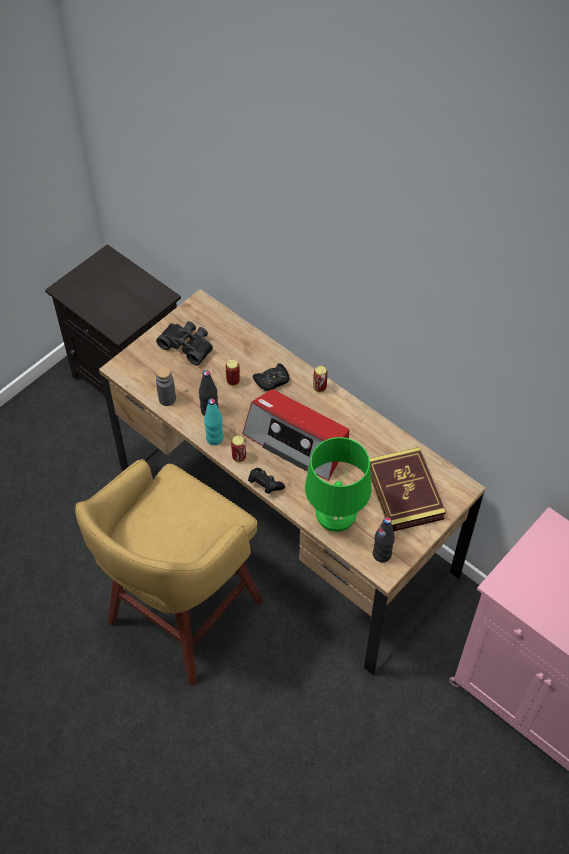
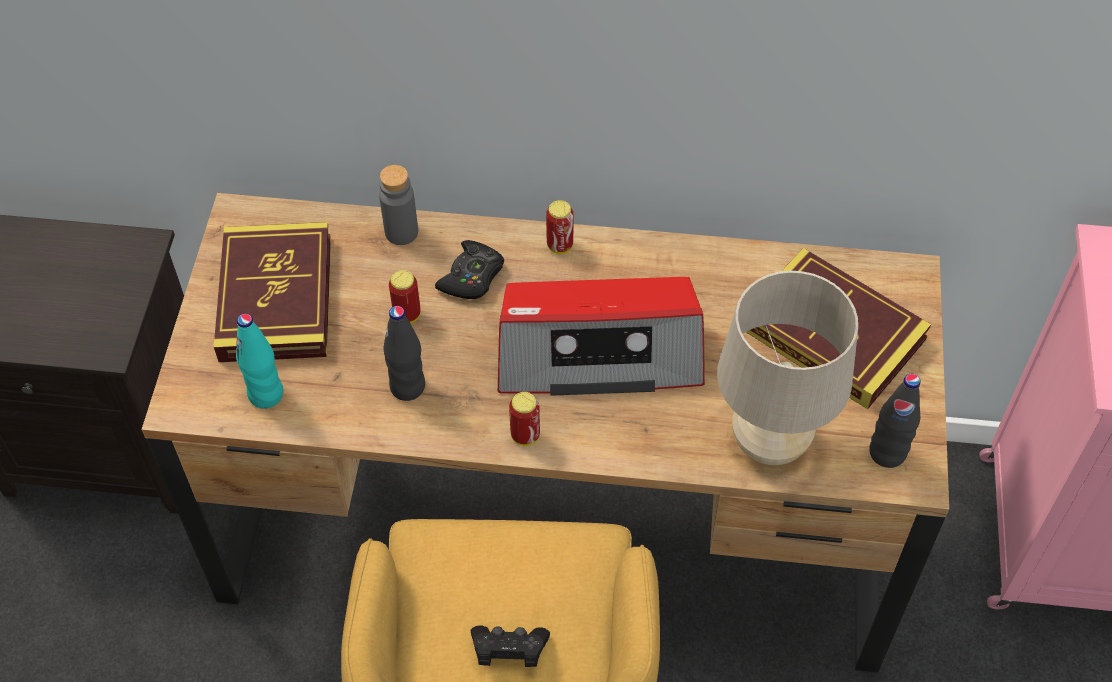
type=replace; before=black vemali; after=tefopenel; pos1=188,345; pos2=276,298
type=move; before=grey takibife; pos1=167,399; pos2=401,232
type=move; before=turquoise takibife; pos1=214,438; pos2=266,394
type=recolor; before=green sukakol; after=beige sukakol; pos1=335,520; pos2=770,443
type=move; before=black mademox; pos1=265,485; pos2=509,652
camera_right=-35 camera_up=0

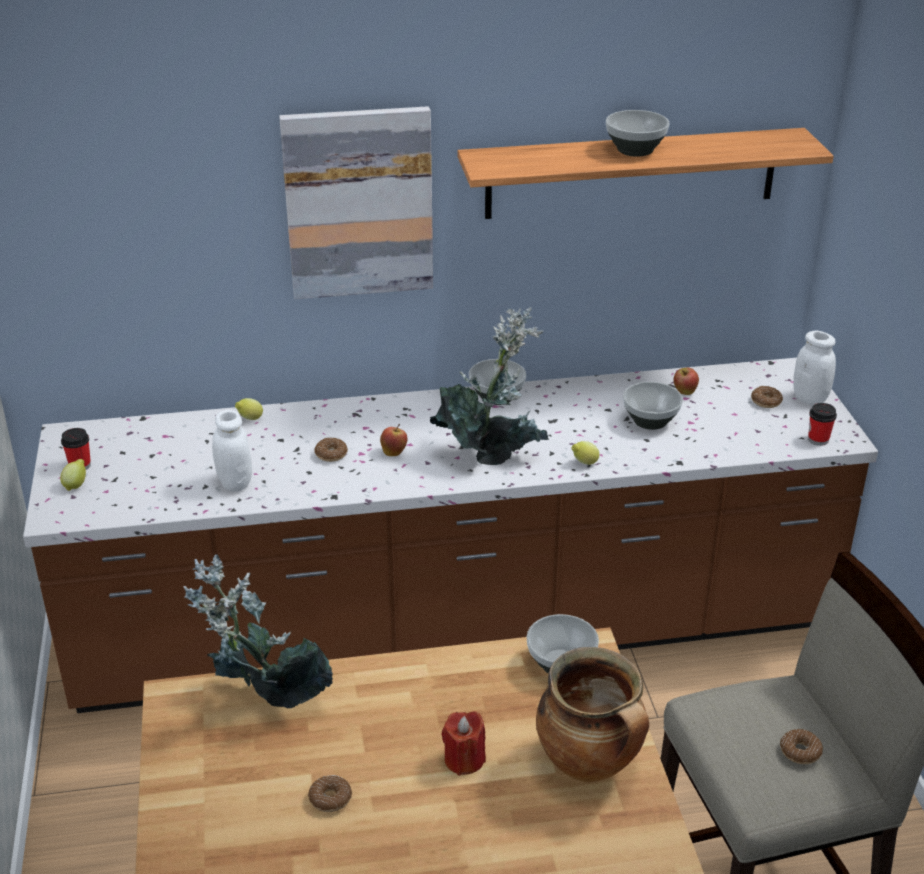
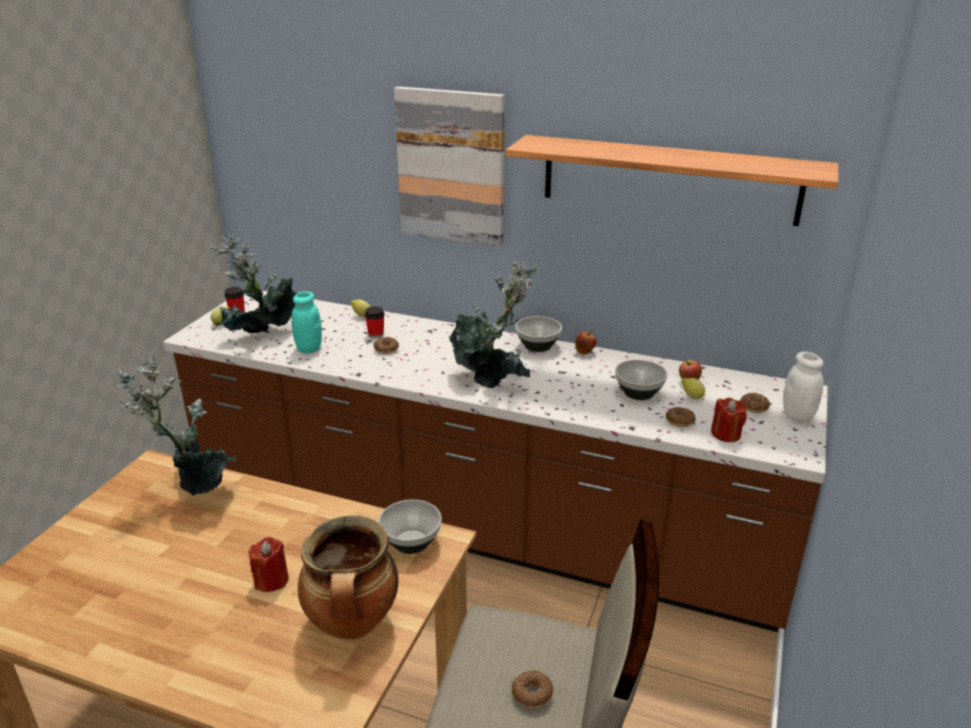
type=delete; before=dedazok; pos1=634,150
type=move; before=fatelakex; pos1=818,440; pos2=376,335
type=recolor; before=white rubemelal; after=turquoise rubemelal; pos1=235,483; pos2=309,348
type=move; before=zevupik; pos1=394,452; pos2=585,352
type=move; before=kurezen; pos1=584,463; pos2=691,397
type=move; before=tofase; pos1=330,798; pos2=680,421
type=insert; after=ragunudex; pos2=261,337
type=insert; after=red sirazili; pos2=726,434
camera_right=30 camera_up=-5

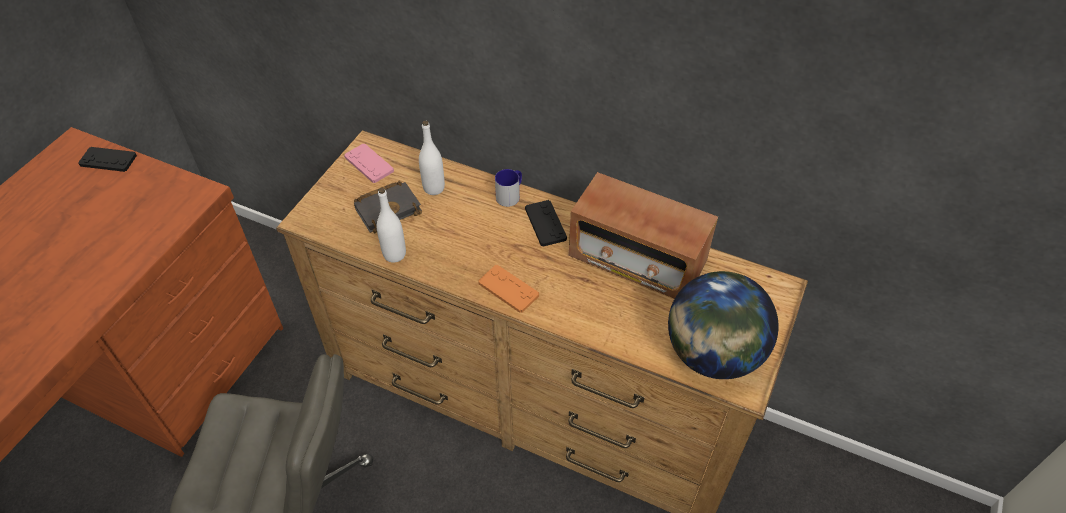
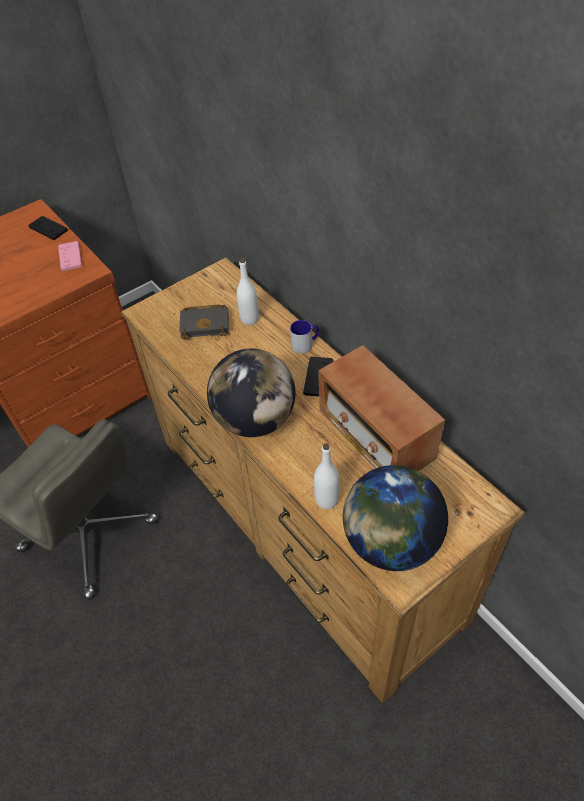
type=move; before=pink mademox; pos1=369,164; pos2=70,257
type=move; before=white takibife; pos1=394,254; pos2=326,500
type=replace; before=orange mademox; after=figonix; pos1=508,289; pos2=255,420
camera_right=30 camera_up=0

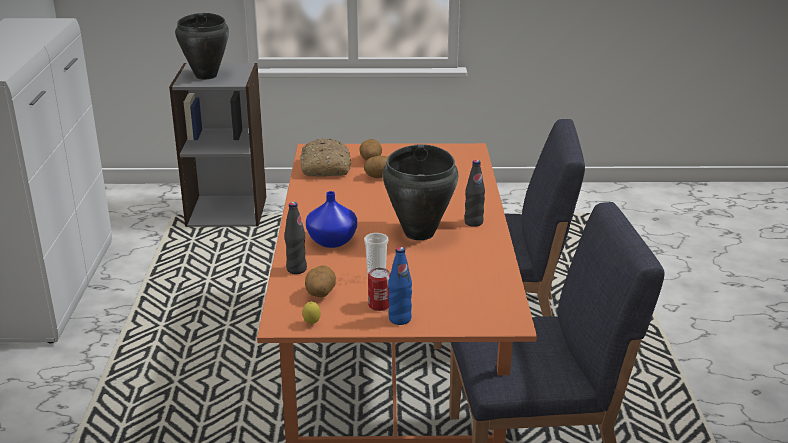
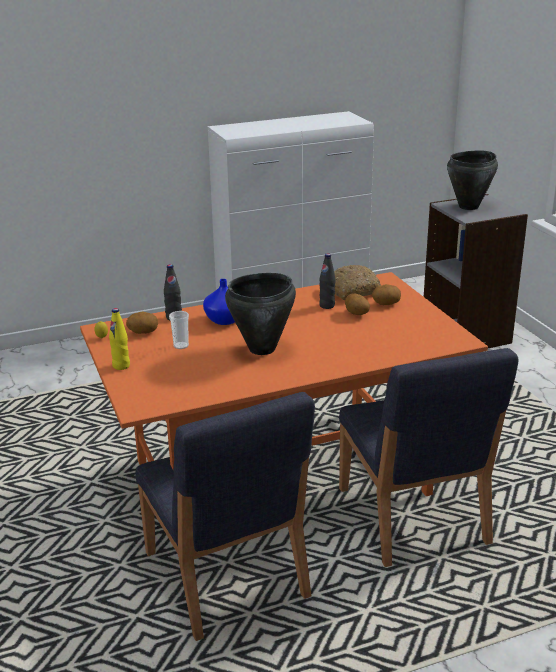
type=move; before=black takibife; pos1=473,222; pos2=327,306
type=recolor; before=blue takibife; after=yellow takibife; pos1=400,319; pos2=121,366
type=delete; before=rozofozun; pos1=379,305
camera_right=70 camera_up=0

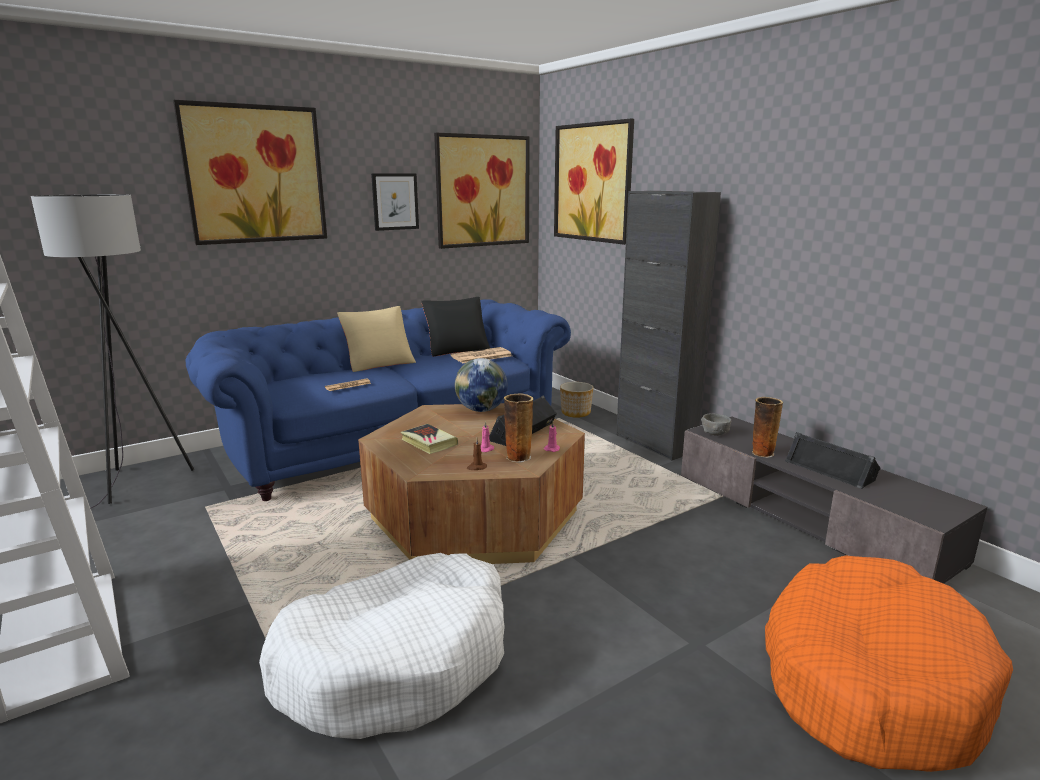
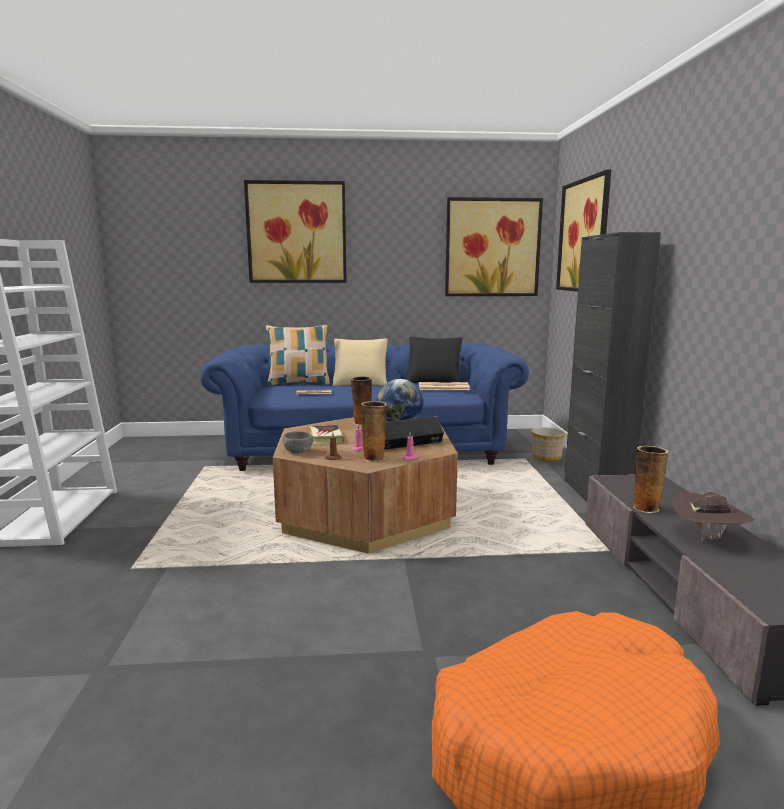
type=delete; before=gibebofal; pos1=395,201
type=delete; before=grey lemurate; pos1=137,484
type=move; before=grey dedazok; pos1=715,433; pos2=298,452
type=replace; before=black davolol; after=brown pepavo; pos1=830,469; pos2=707,537
type=delete; before=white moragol; pos1=397,661
type=insert; after=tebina; pos2=298,383
type=insert; after=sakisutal; pos2=361,423
camera_right=30 camera_up=-5

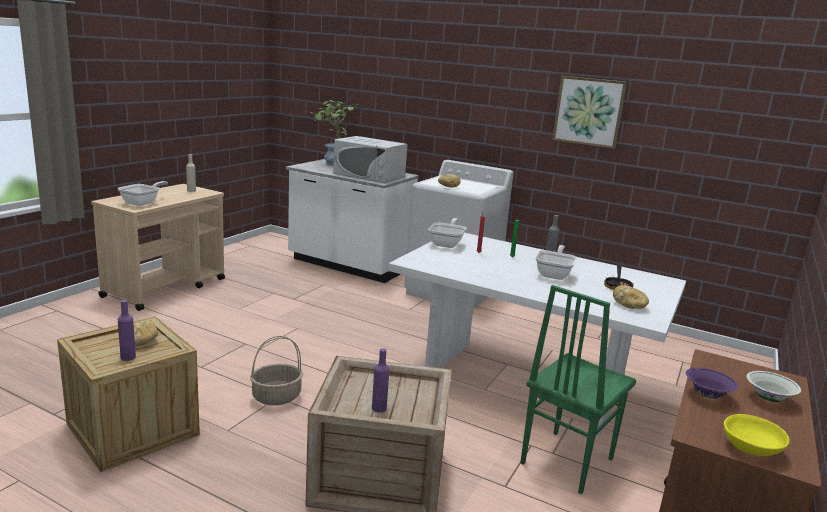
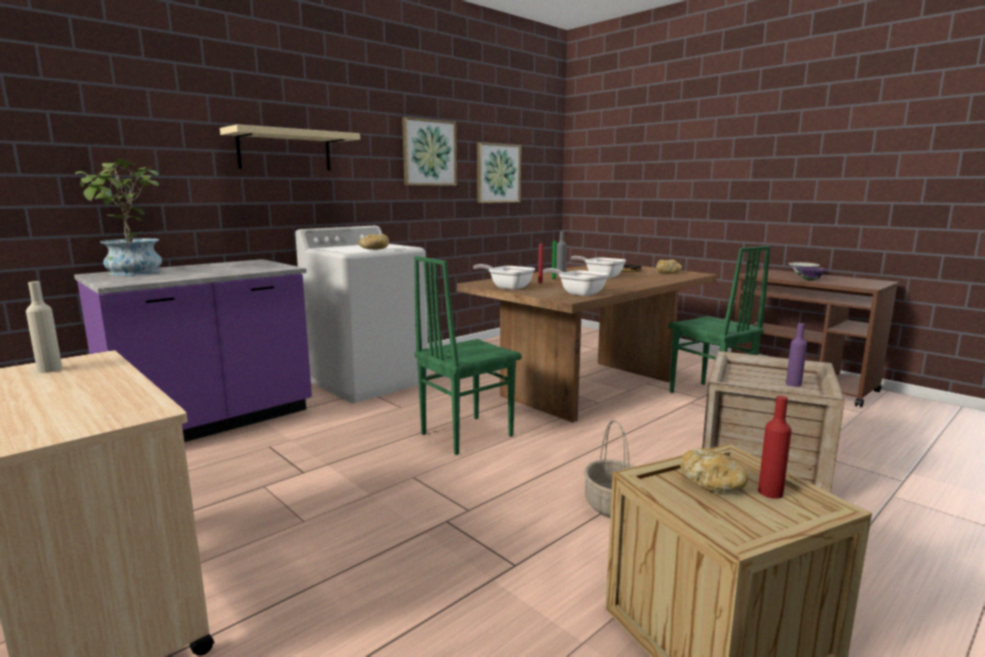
type=delete; before=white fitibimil; pos1=369,175
type=recolor; before=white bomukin; after=purple bomukin; pos1=348,265; pos2=212,422
type=move; before=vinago; pos1=143,202; pos2=578,293
type=recolor; before=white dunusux; after=brown dunusux; pos1=524,383; pos2=588,387
type=recolor; before=purple takibife; after=red takibife; pos1=128,357; pos2=770,492
type=delete; before=yellow dedazok; pos1=751,449
type=insert; after=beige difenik; pos2=285,151
type=insert; after=gibebofal; pos2=497,173
type=insert; after=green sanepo; pos2=465,434
camera_right=-70 camera_up=-5

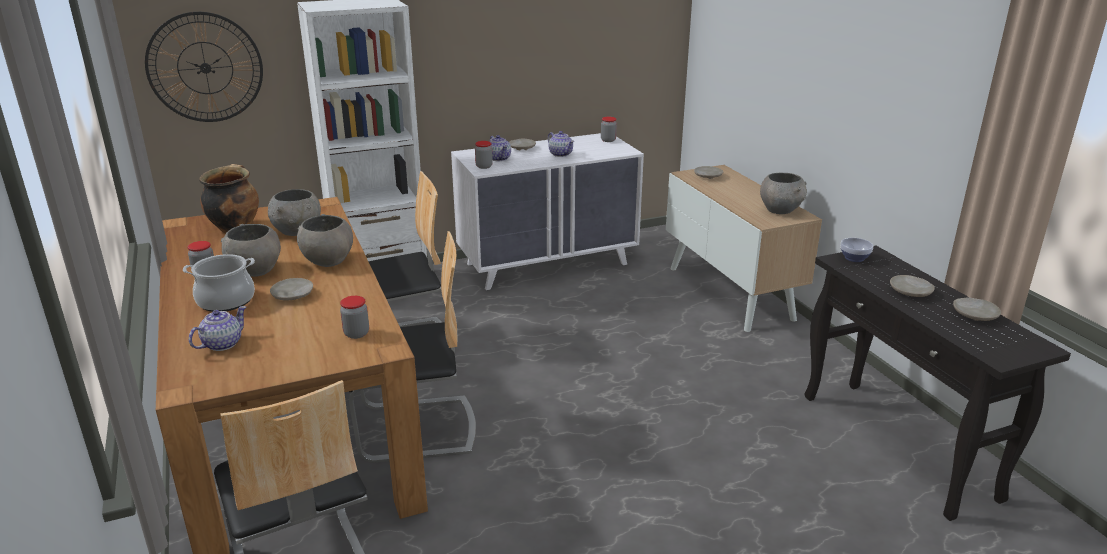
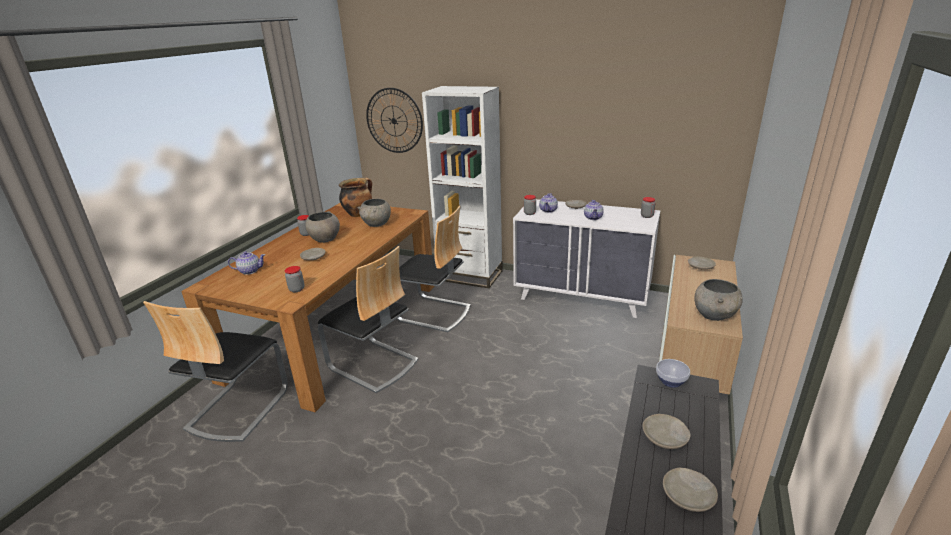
type=delete; before=grey dedazok; pos1=328,261
type=delete; before=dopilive; pos1=226,301
camera_right=45 camera_up=0

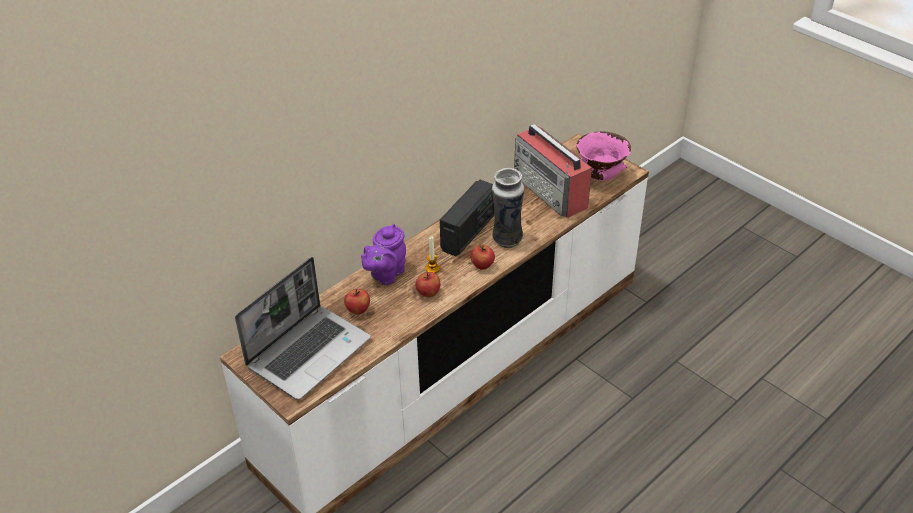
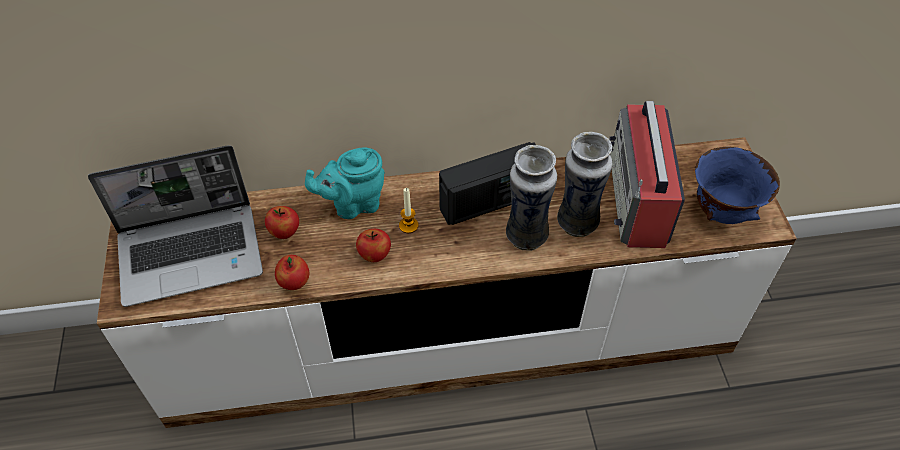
type=recolor; before=pink dedazok; after=blue dedazok; pos1=600,176; pos2=722,211
type=recolor; before=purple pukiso; after=turquoise pukiso; pos1=385,274; pos2=353,204
type=move; before=zevupik; pos1=482,265; pos2=294,283
type=insert; after=sakisutal; pos2=576,222
camera_right=35 camera_up=10

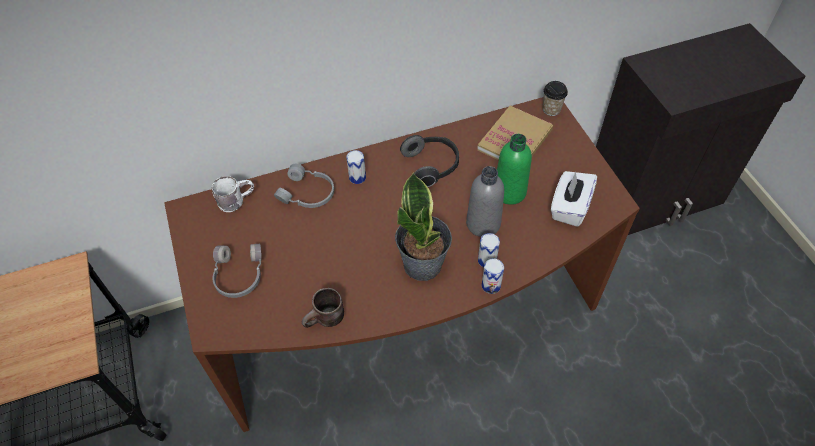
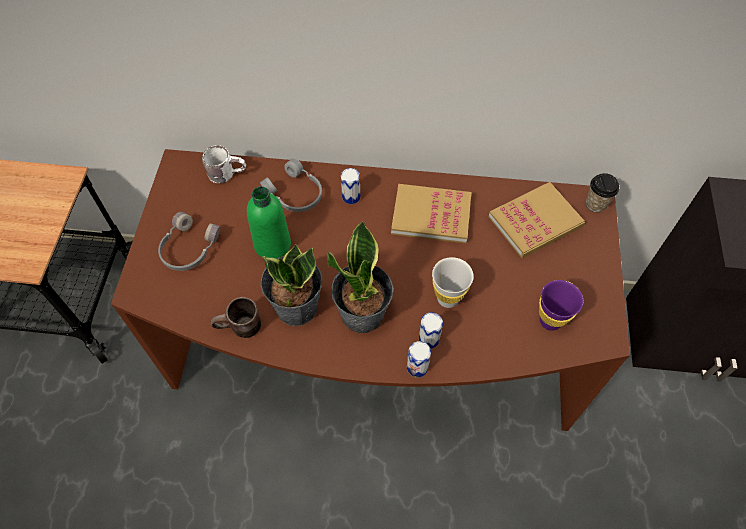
type=move; before=green takibife; pos1=509,192; pos2=272,245
type=replace; before=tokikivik; after=tefopenel; pos1=432,166; pos2=431,215
type=replace; before=grey takibife; after=white fatelakex; pos1=483,224; pos2=448,298
type=replace; before=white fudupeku; after=purple fatelakex; pos1=569,207; pos2=550,321
type=insert; after=ragunudex; pos2=296,306
camera_right=25 camera_up=5

